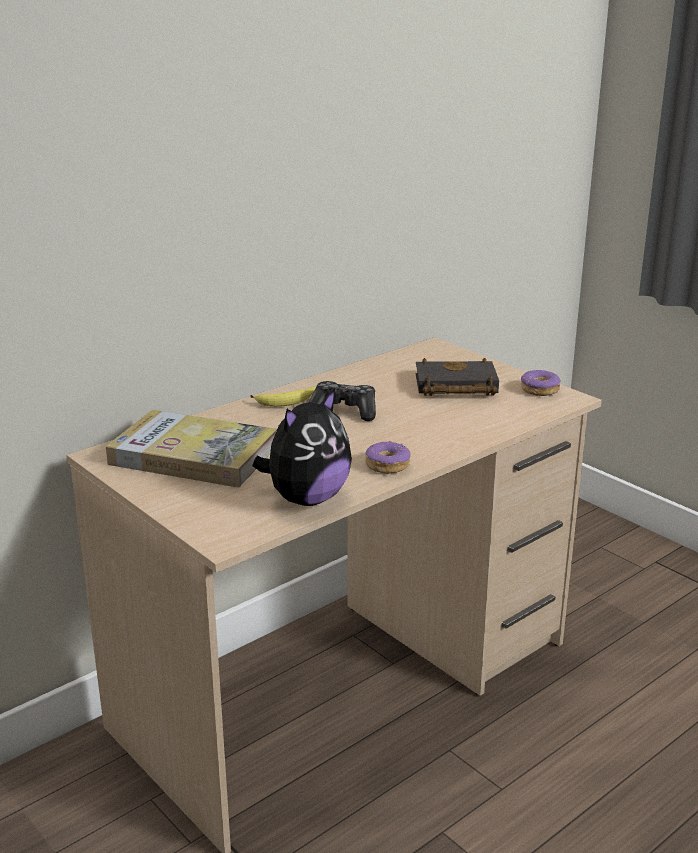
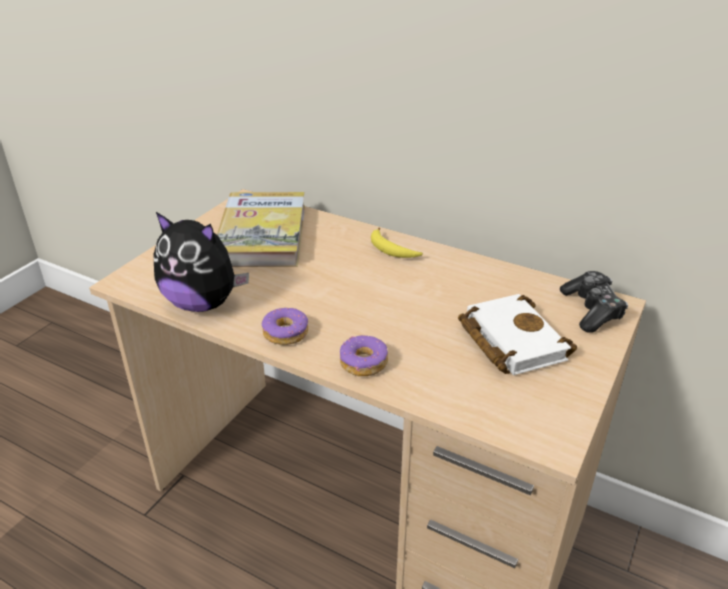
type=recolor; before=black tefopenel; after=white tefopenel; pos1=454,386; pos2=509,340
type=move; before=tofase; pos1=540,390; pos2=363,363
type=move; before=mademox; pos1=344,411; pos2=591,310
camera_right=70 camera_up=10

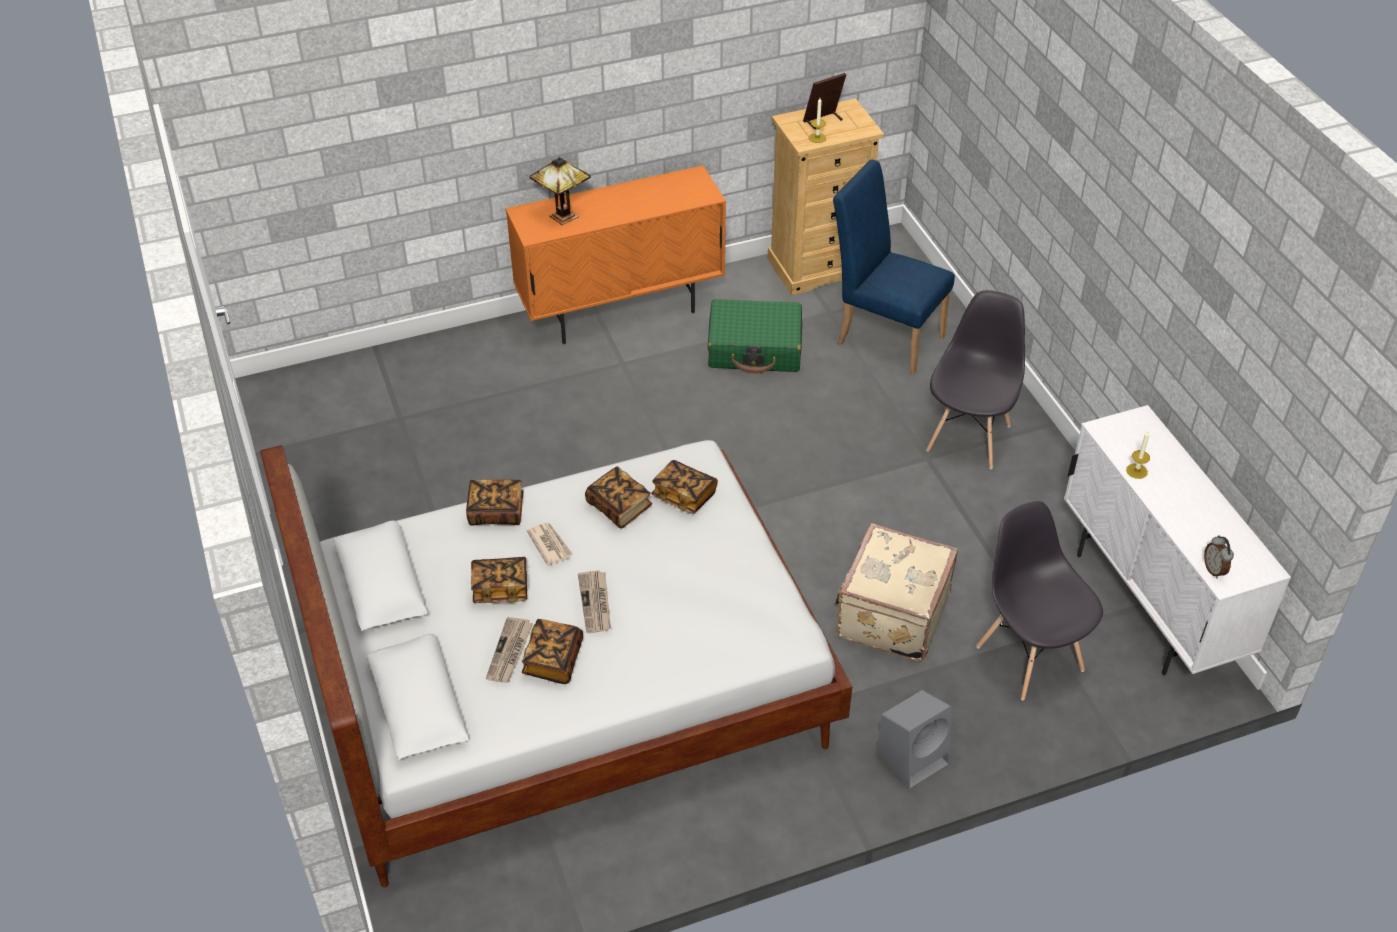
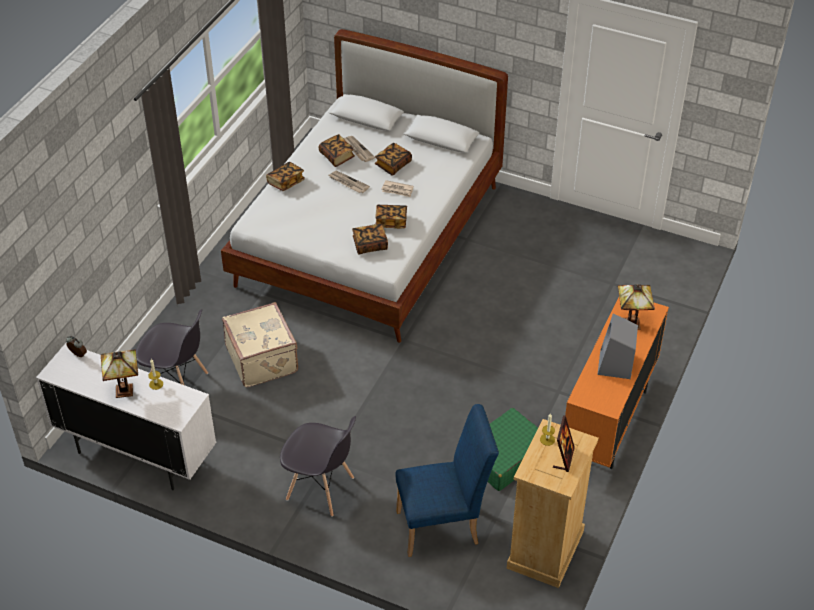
type=rotate; before=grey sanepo; pos1=969,437; pos2=321,489; turn=-45
type=move; before=tefopenel; pos1=496,512; pos2=286,182
type=move; before=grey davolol; pos1=913,758; pos2=615,365
type=insert; after=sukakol; pos2=125,390
camera_right=135 camera_up=0

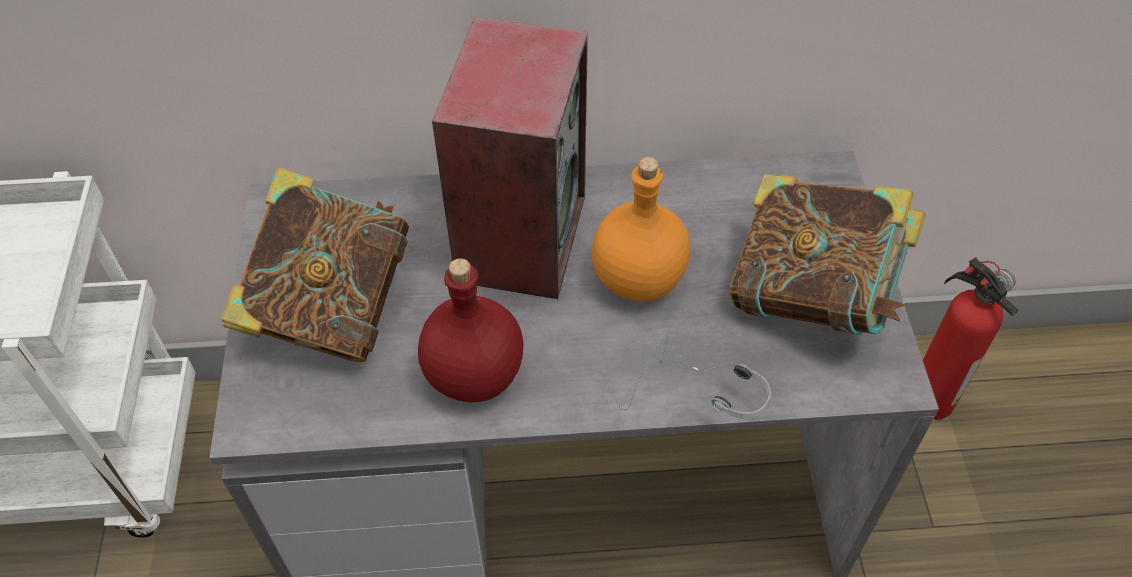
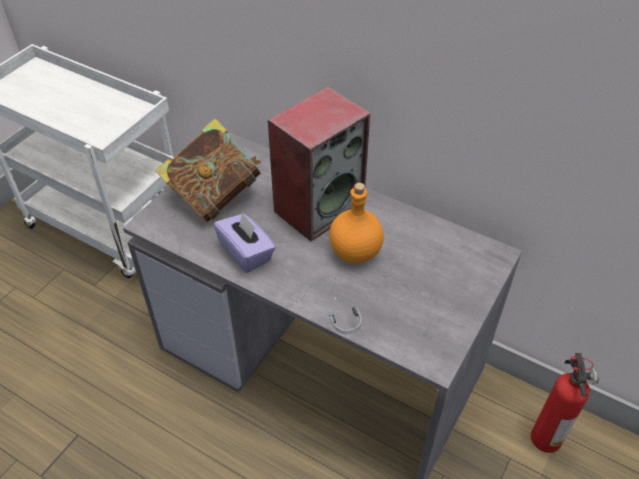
type=delete; before=tefopenel; pos1=812,295
type=replace; before=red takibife; after=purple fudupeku; pos1=473,376; pos2=246,253
camera_right=35 camera_up=-5

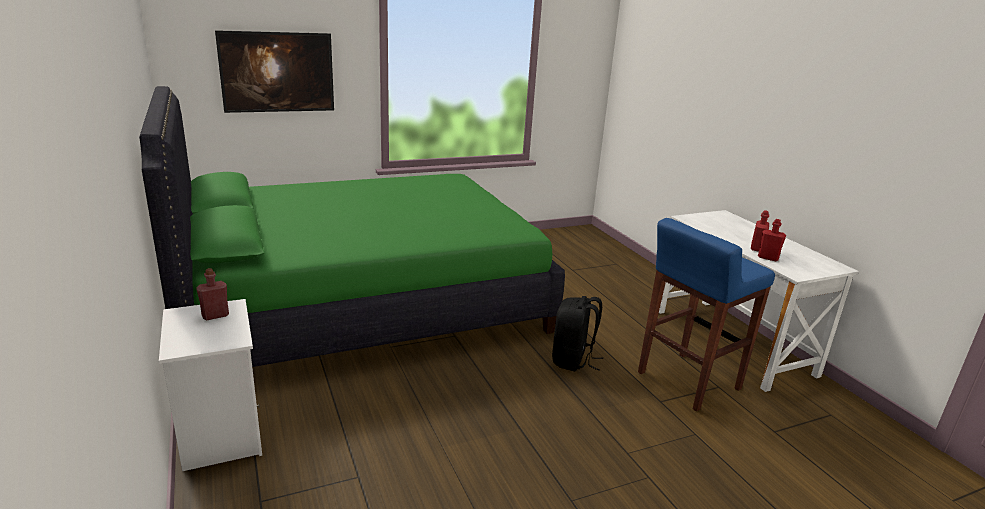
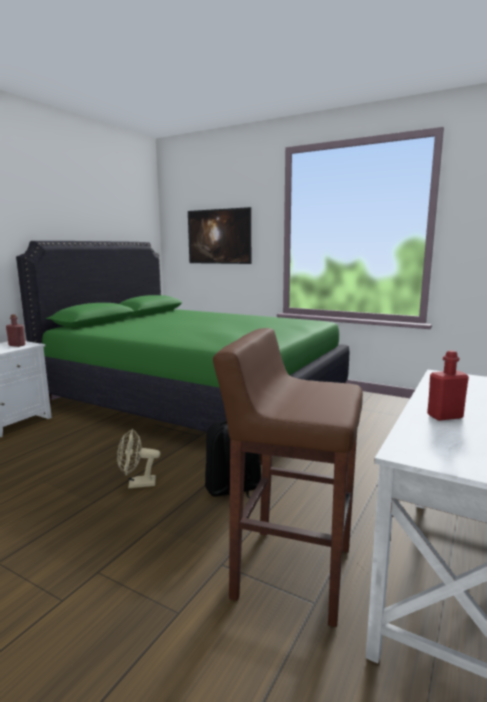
type=recolor; before=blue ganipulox; after=brown ganipulox; pos1=687,381; pos2=291,572
type=delete; before=red takibife; pos1=768,258
type=insert; after=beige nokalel; pos2=137,484
camera_right=55 camera_up=-10

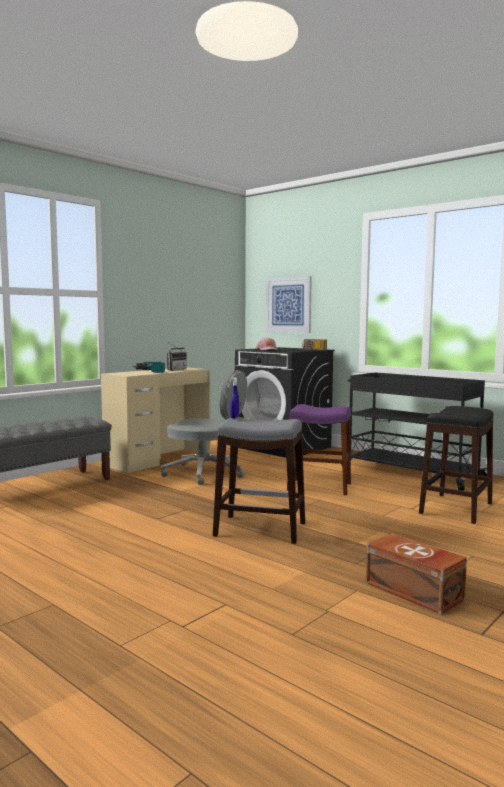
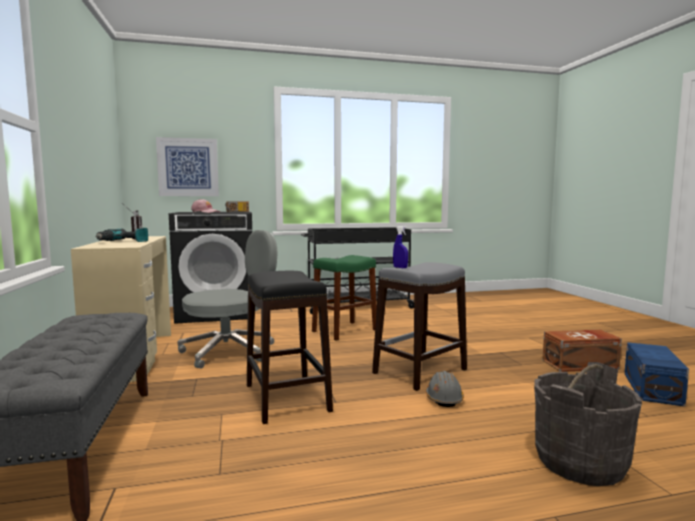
type=recolor; before=purple ganipulox; after=green ganipulox; pos1=319,487; pos2=344,330
type=move; before=black ganipulox; pos1=455,508; pos2=286,398
type=insert; after=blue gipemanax; pos2=651,389
type=insert; after=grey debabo; pos2=579,462
type=insert; after=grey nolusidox; pos2=444,398
camera_right=-55 camera_up=0

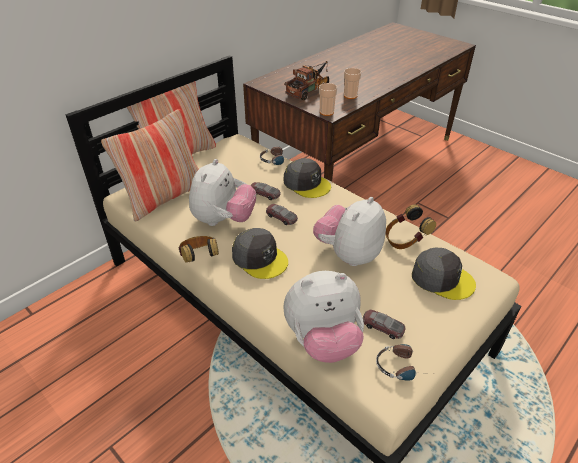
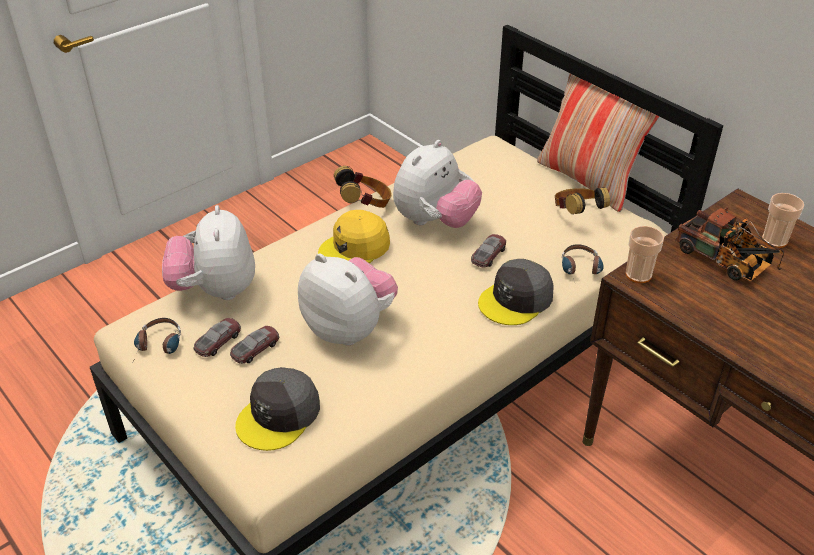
type=move; before=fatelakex; pos1=350,96; pos2=774,240
type=delete; before=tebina; pos1=165,197
type=rotate; before=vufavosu; pos1=223,220; pos2=435,221; turn=-75
type=move; before=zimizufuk; pos1=281,217; pos2=255,348
type=move; before=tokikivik; pos1=405,240; pos2=576,214
type=recolor; before=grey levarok; after=yellow levarok; pos1=259,258; pos2=355,248
camera_right=95 camera_up=0

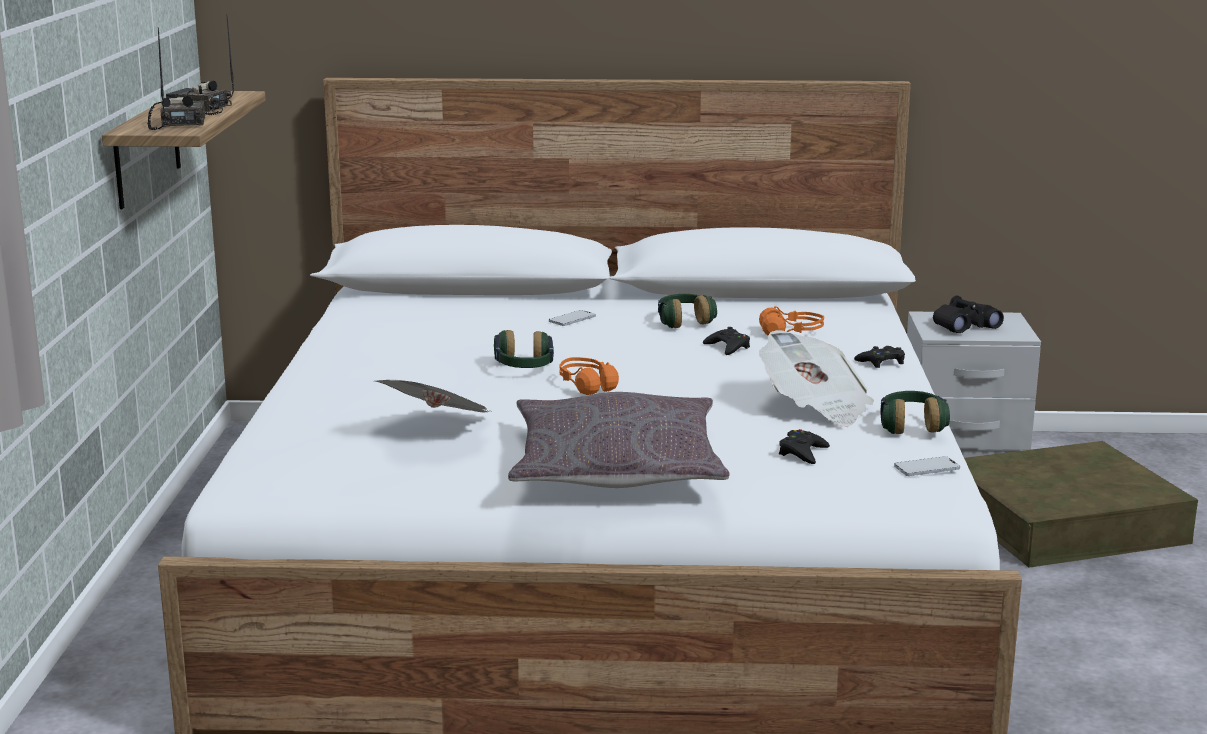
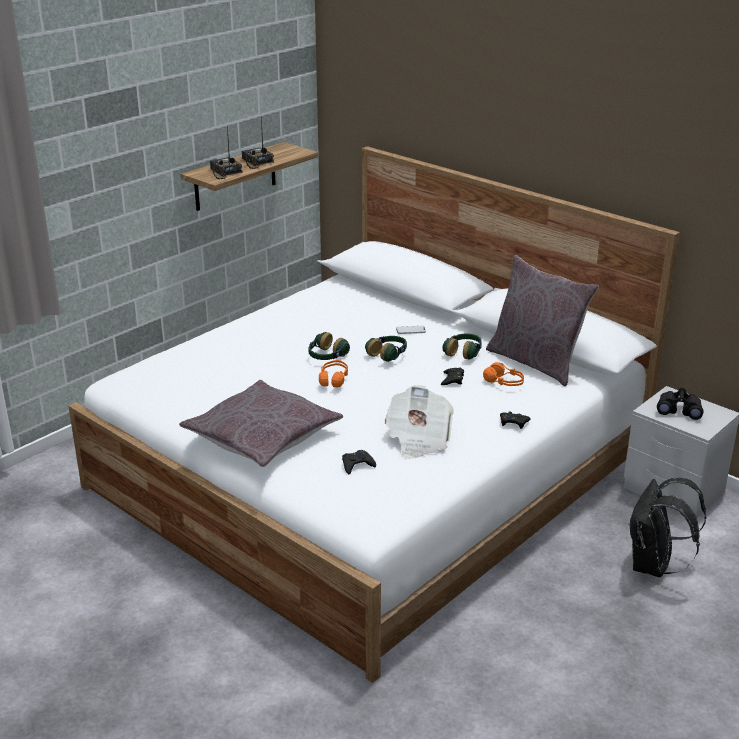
type=rotate; before=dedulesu; pos1=178,123; pos2=224,172; turn=-60
type=delete; before=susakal; pos1=439,427
type=move; before=tokikivik; pos1=911,426; pos2=388,354
type=replace; before=brown gipemanax; after=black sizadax; pos1=1066,522; pos2=653,566
type=delete; before=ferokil; pos1=926,468
type=insert; after=grey tebina; pos2=536,362
camera_right=40 camera_up=10

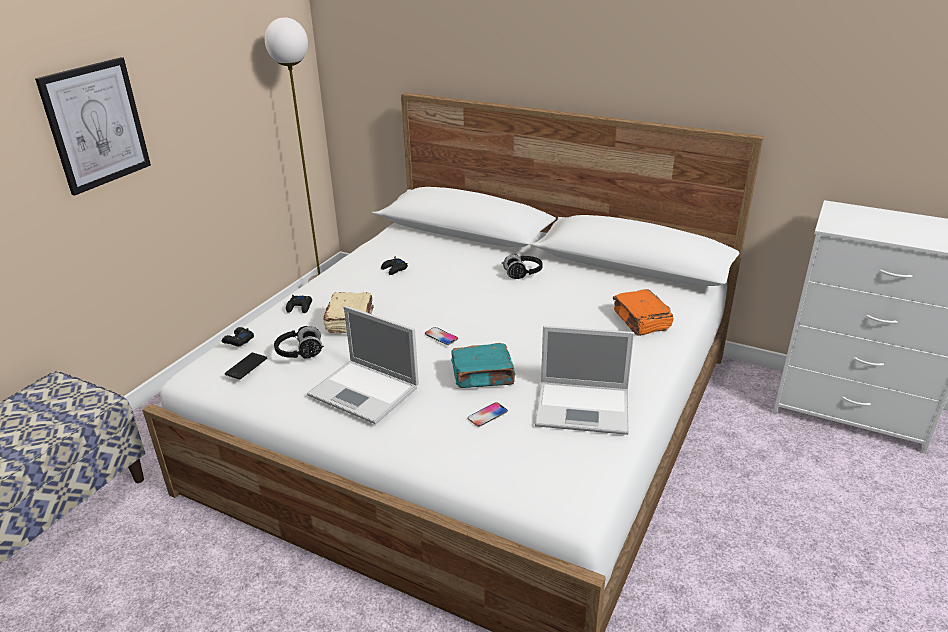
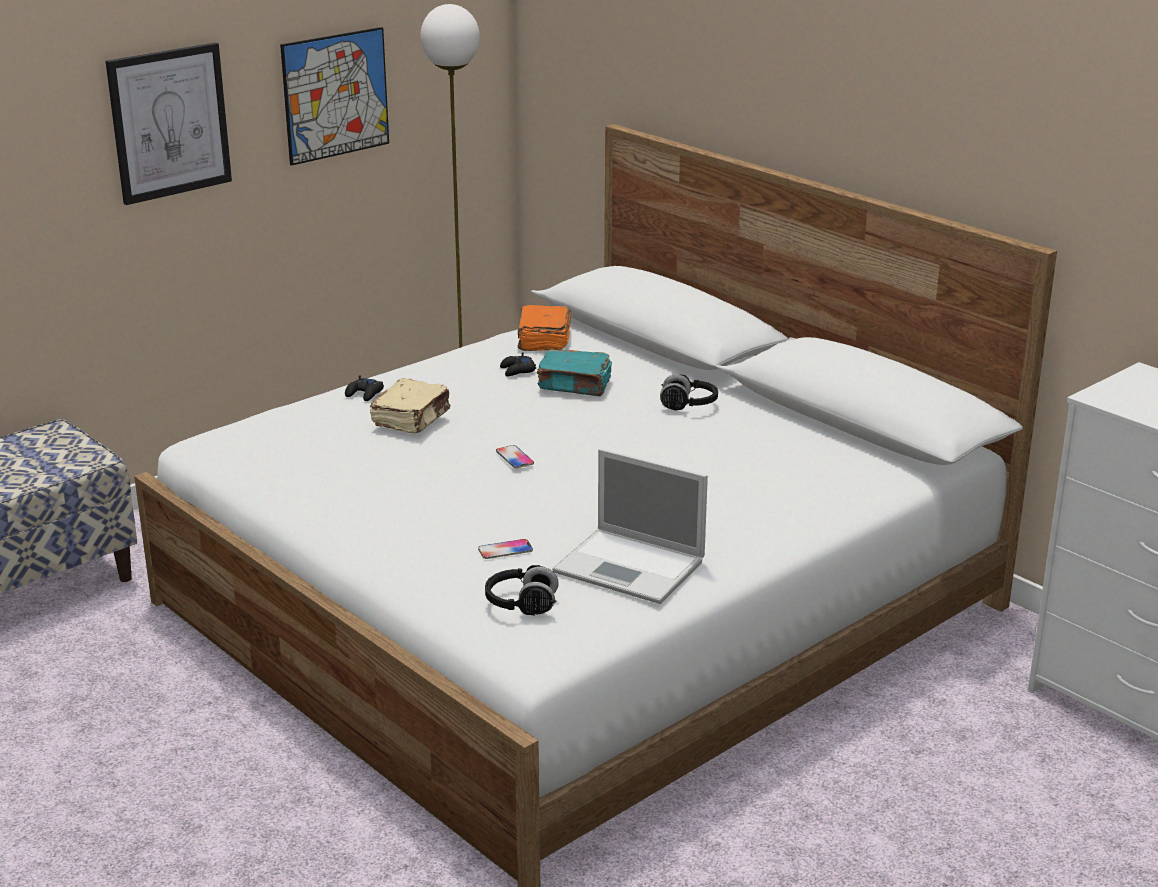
type=move; before=orange tefopenel; pos1=641,321; pos2=543,340
type=delete; before=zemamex; pos1=365,392
type=move; before=black tokikivik; pos1=300,353; pos2=522,605
type=delete; before=black mademox; pos1=238,340
type=move; before=turquoise tefopenel; pos1=483,376; pos2=575,385
type=delete; before=ferokil; pos1=246,366
type=insert; after=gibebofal; pos2=335,95
camera_right=20 camera_up=-5

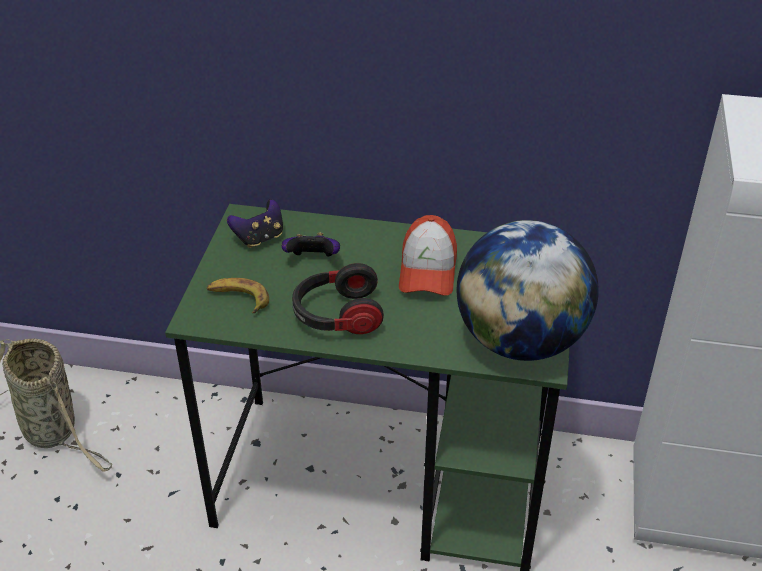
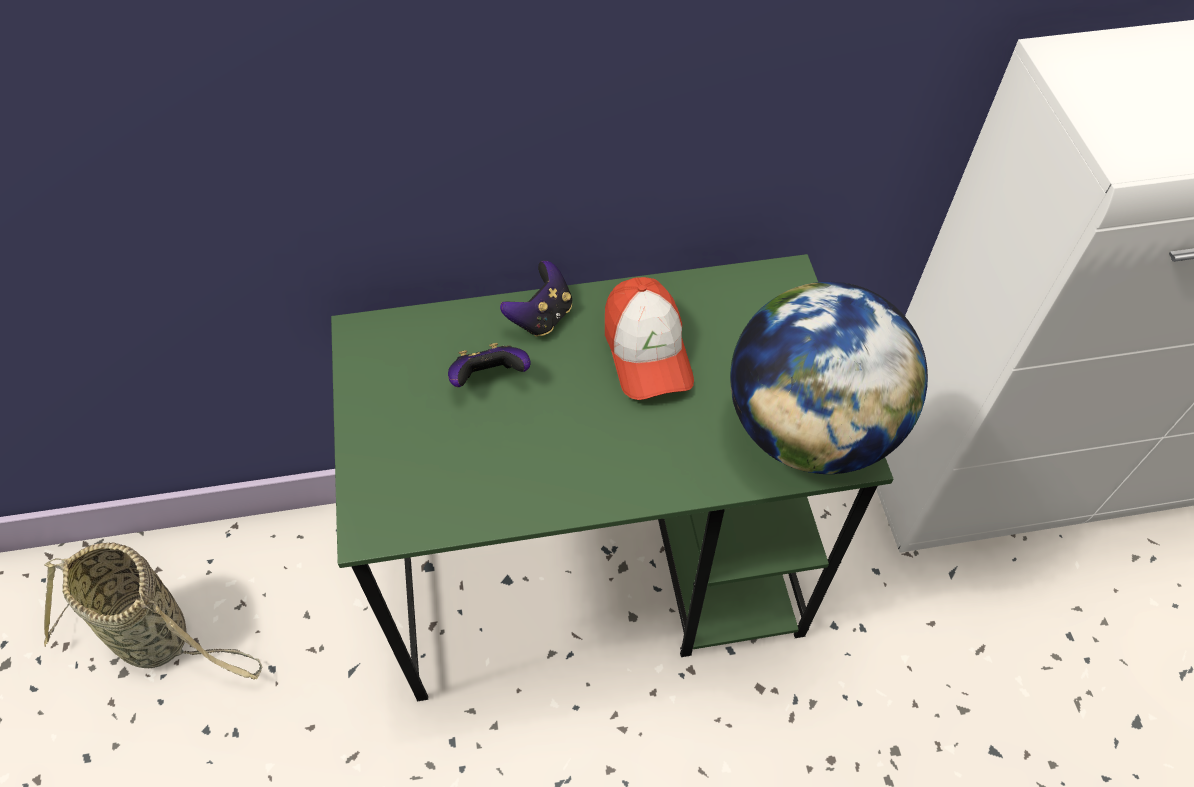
type=move; before=mademox; pos1=259,238; pos2=541,317
type=delete; before=tokikivik; pos1=337,316
type=delete; before=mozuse; pos1=238,299
camera_right=-20 camera_up=15

